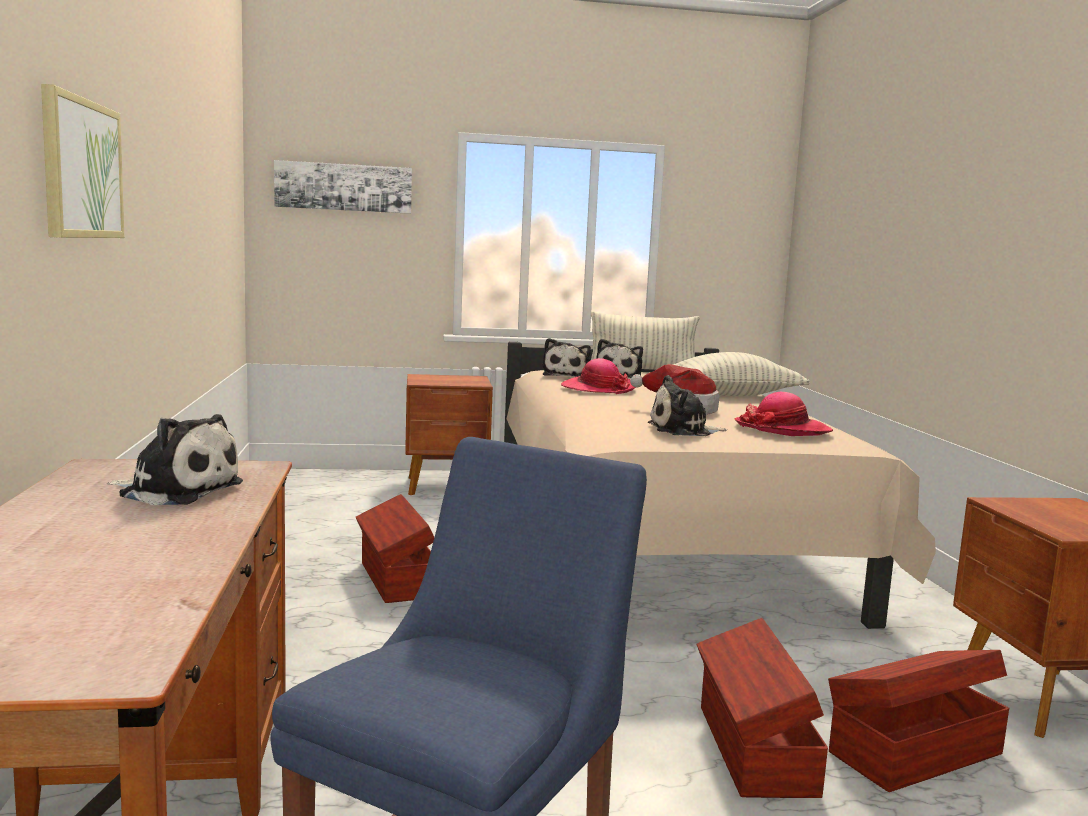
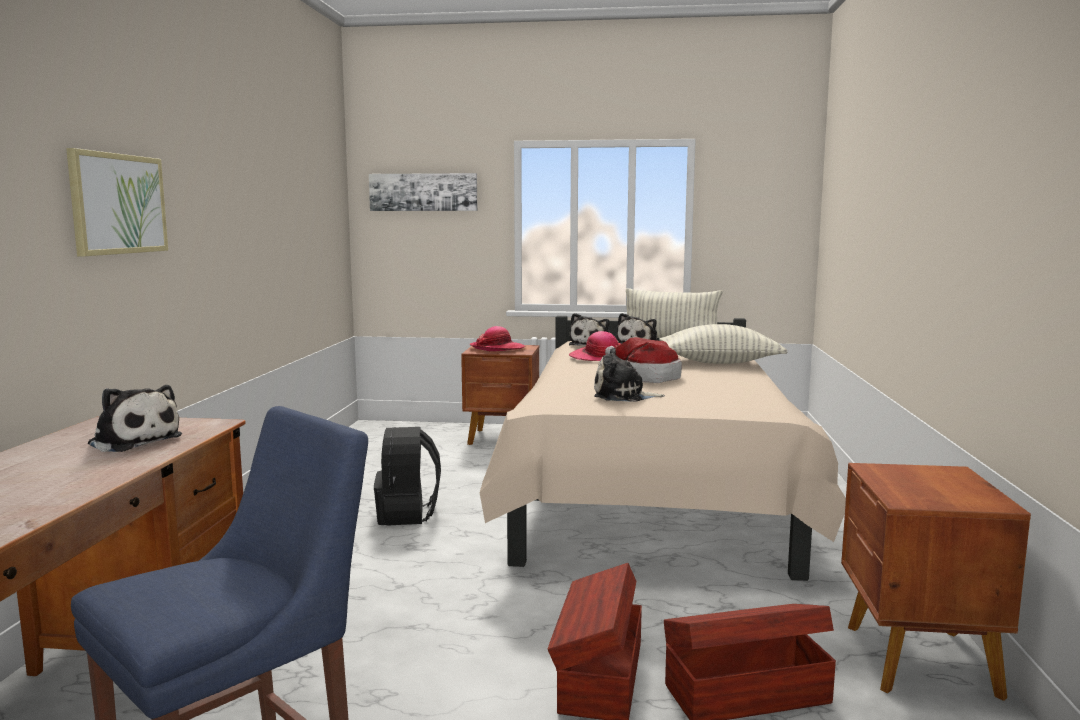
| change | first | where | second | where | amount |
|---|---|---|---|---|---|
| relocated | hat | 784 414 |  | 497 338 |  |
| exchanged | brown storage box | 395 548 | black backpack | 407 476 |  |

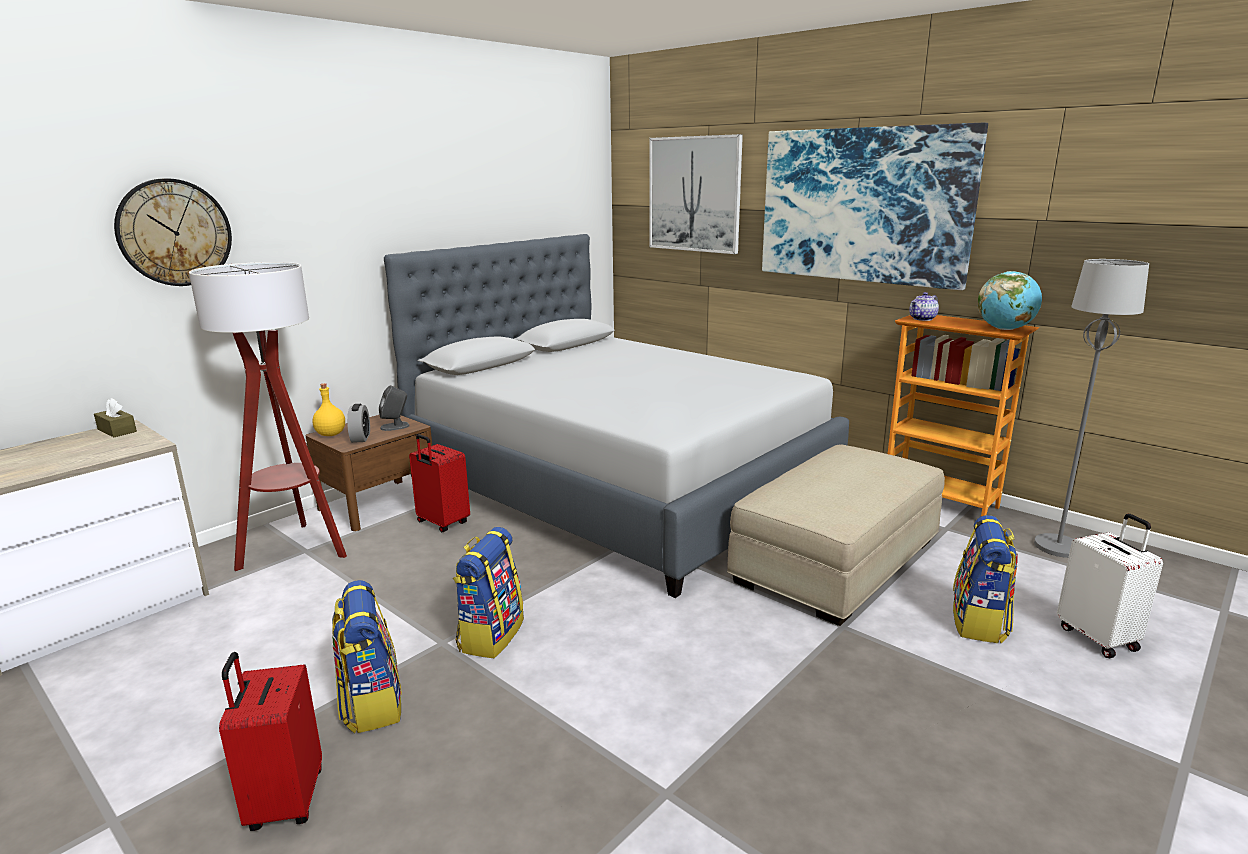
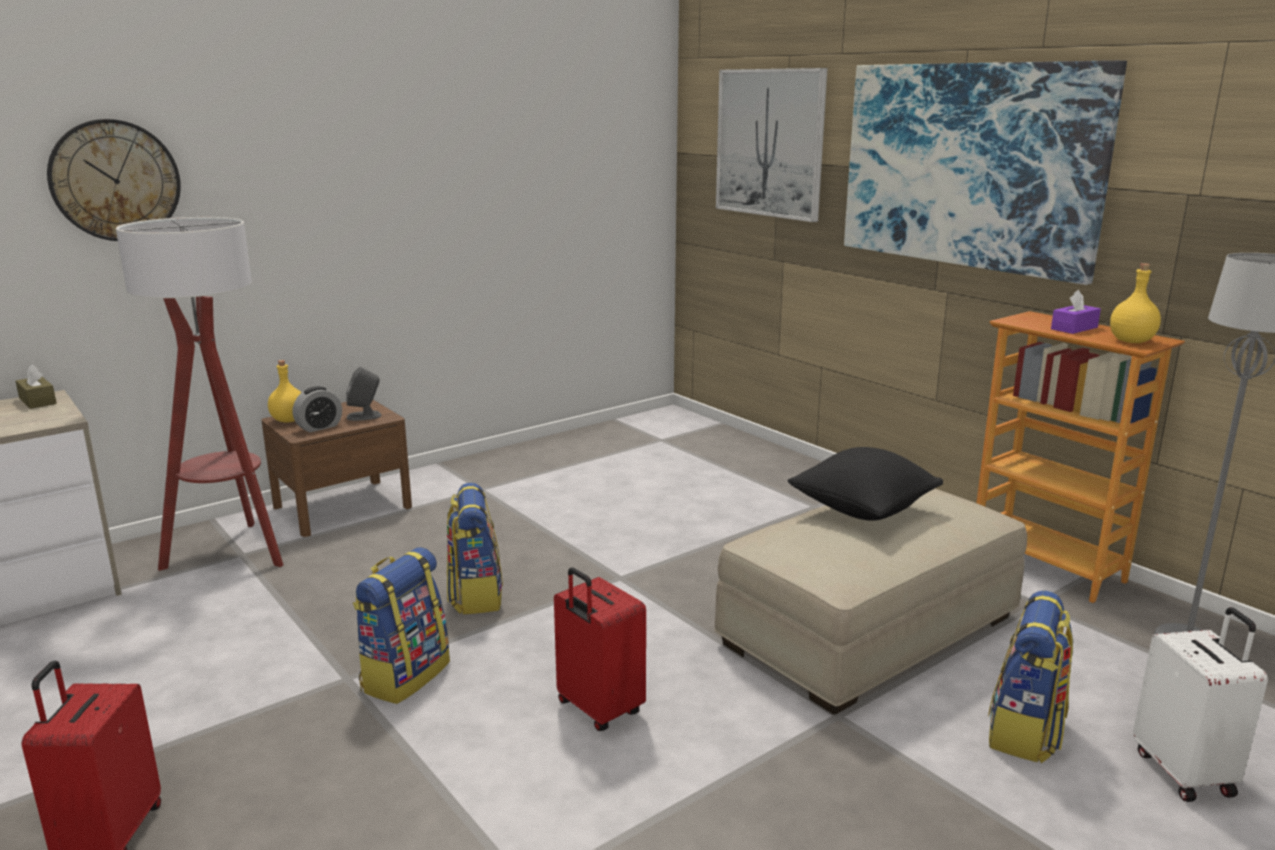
| change | first | where | second | where | amount |
|---|---|---|---|---|---|
| missing | grey bed | 616 416 |  |  |  |
| exchanged | globe | 1010 300 | yellow bottle | 1135 303 |  |
| missing | teapot | 924 306 |  |  |  |
| spun | alarm clock | 358 423 |  | 317 409 | 45 degrees clockwise |
| relocated | red suitcase | 439 483 |  | 600 649 |  |
| relocated | backpack | 367 657 |  | 475 548 |  |
| appeared |  |  | purple tissue box | 1076 312 |  |
| appeared |  |  | black pillow | 865 484 |  |

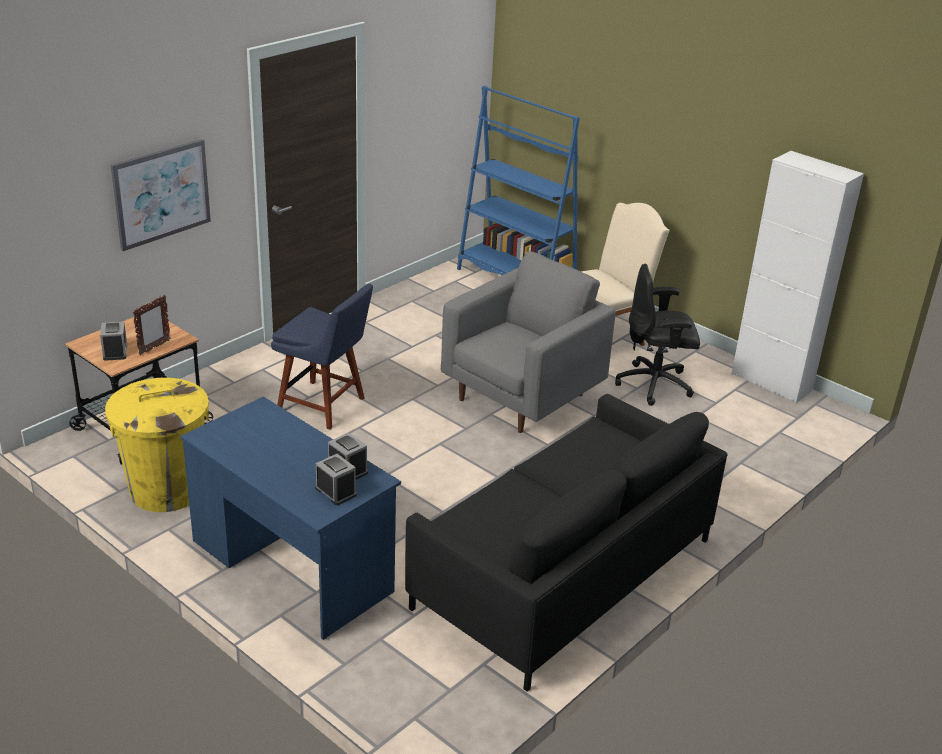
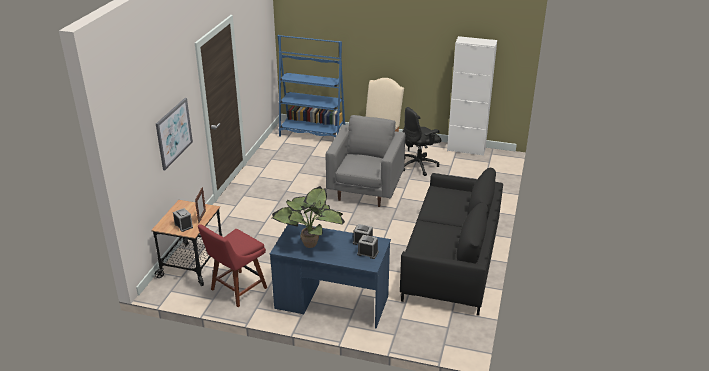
| change | first | where | second | where | amount |
|---|---|---|---|---|---|
| missing | blue chair | 322 357 |  |  |  |
| exchanged | yellow trash can | 157 445 | red chair | 232 265 |  |
| appeared |  |  | potted plant | 308 217 |  |

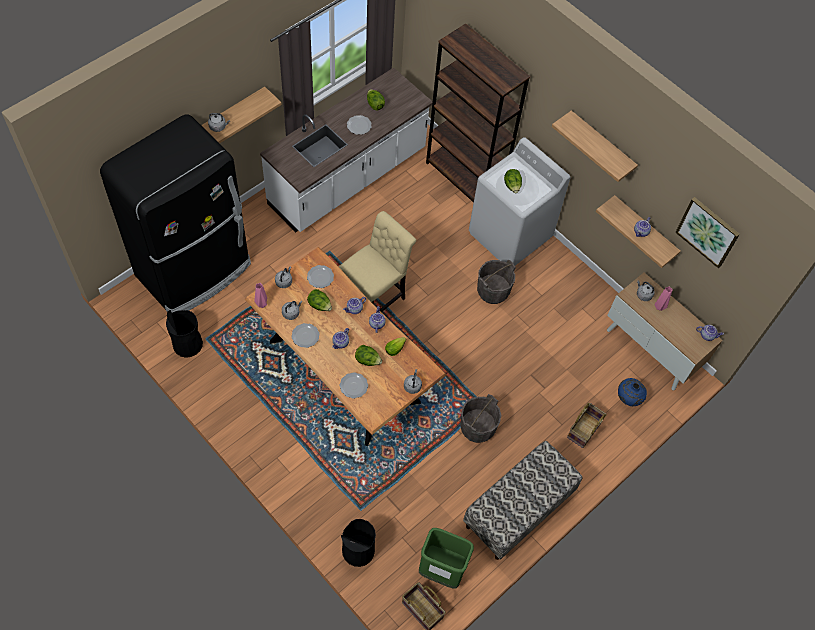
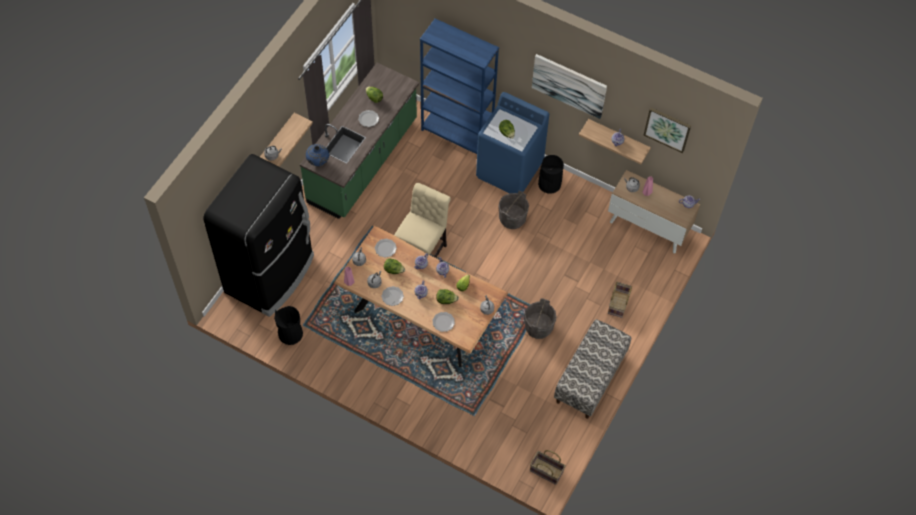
| change | first | where | second | where | amount |
|---|---|---|---|---|---|
| colour | brown bookcase | 478 113 | blue bookcase | 459 86 |  |
| colour | white counter | 346 150 | green counter | 359 141 |  |
| exchanged | shelf | 595 146 | picture | 569 86 |  |
| colour | white washing machine | 519 201 | blue washing machine | 512 142 |  |
| relocated | blue vase | 632 392 |  | 317 155 |  |
| relocated | black trash can | 358 543 |  | 551 174 |  |
| missing | green trash can | 446 558 |  |  |  |

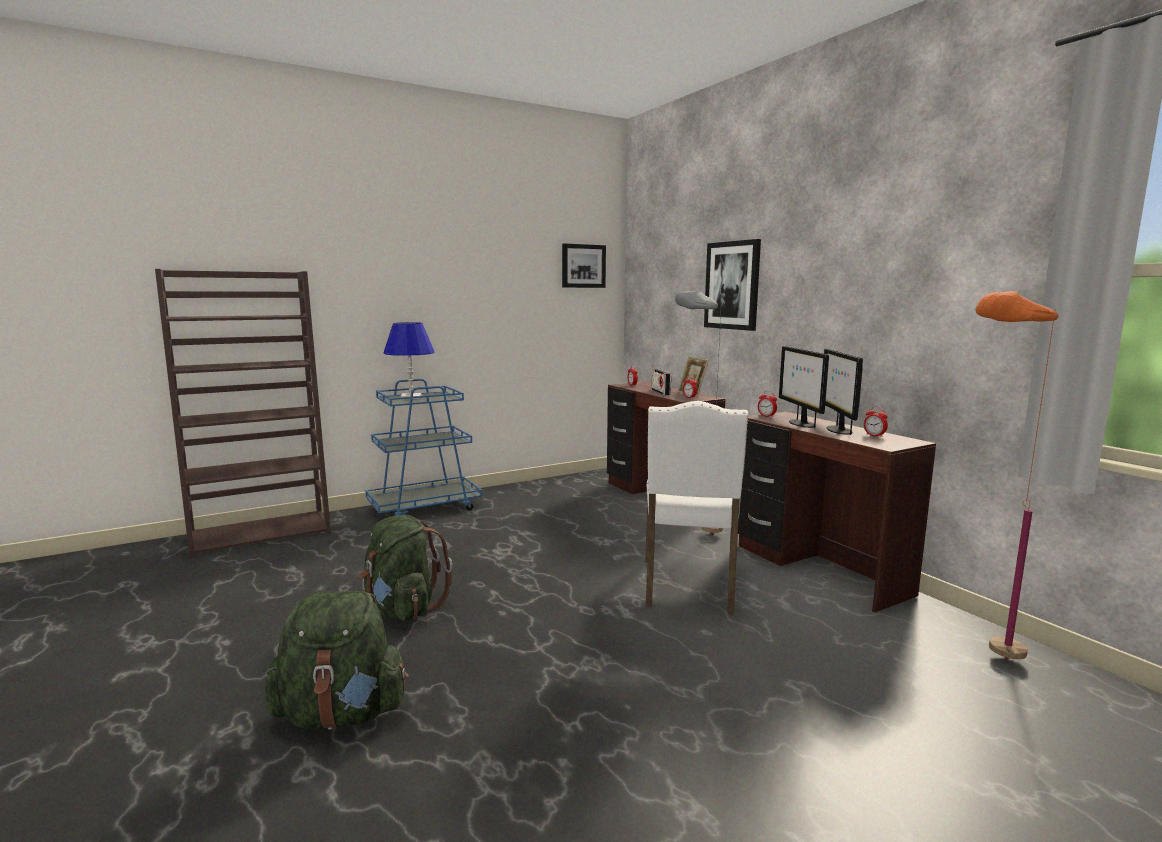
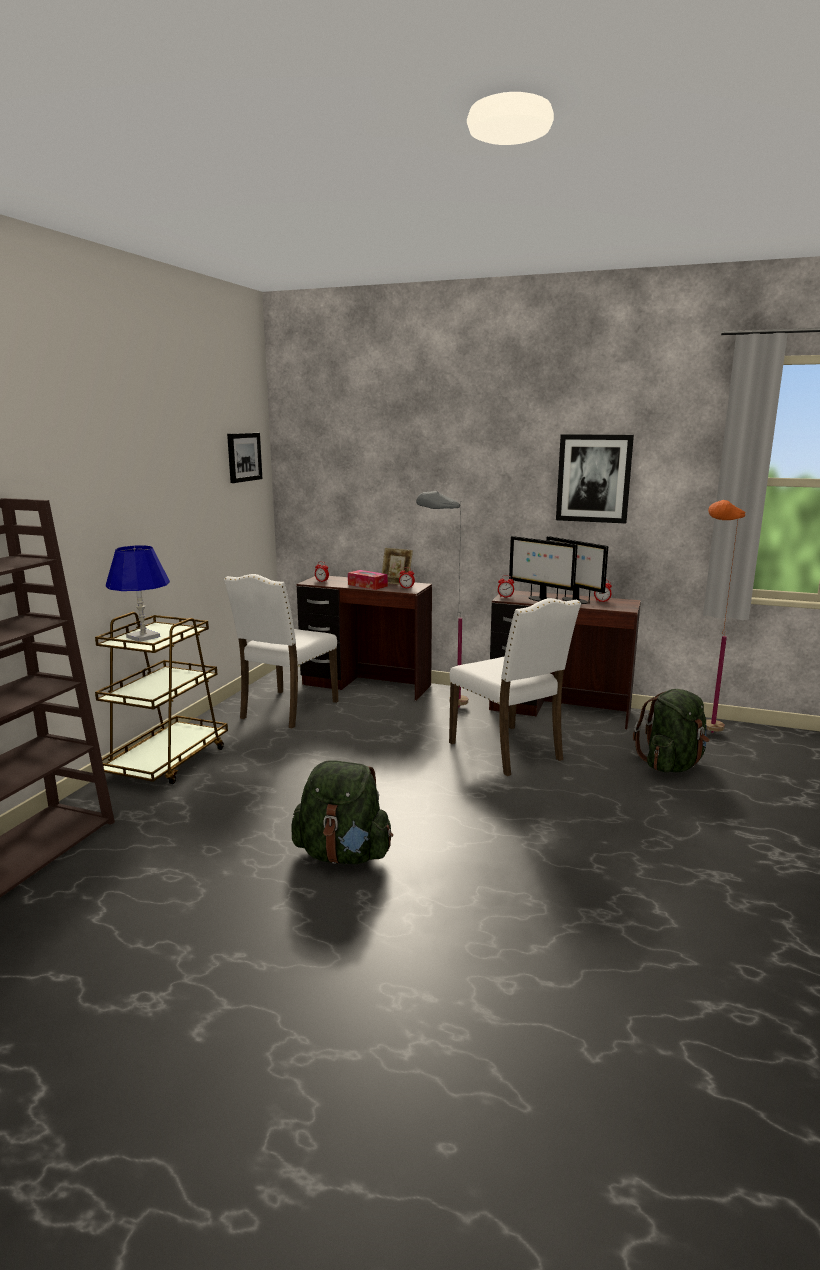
| change | first | where | second | where | amount |
|---|---|---|---|---|---|
| relocated | picture | 732 285 |  | 595 478 |  |
| exchanged | radio | 661 382 | tissue box | 368 580 |  |
| colour | blue cart | 423 447 | brown cart | 161 698 |  |
| relocated | green backpack | 337 660 |  | 671 730 |  |
| appeared |  |  | white chair | 281 651 |  |

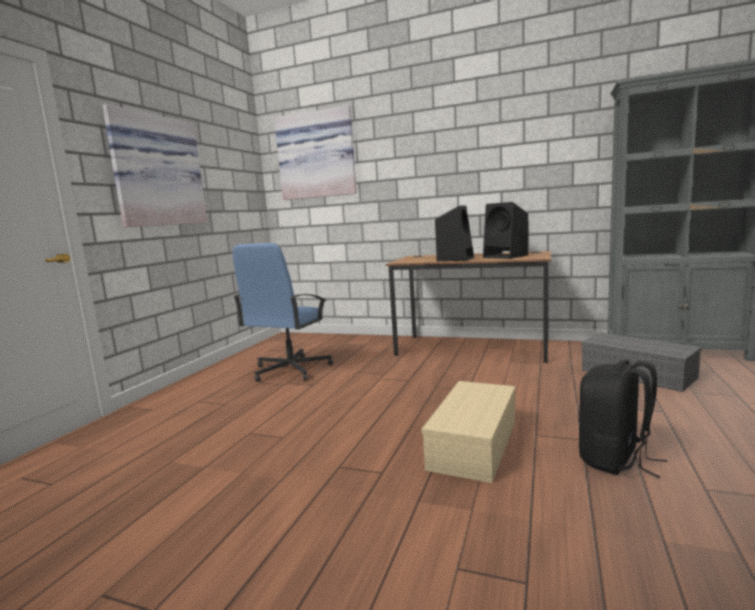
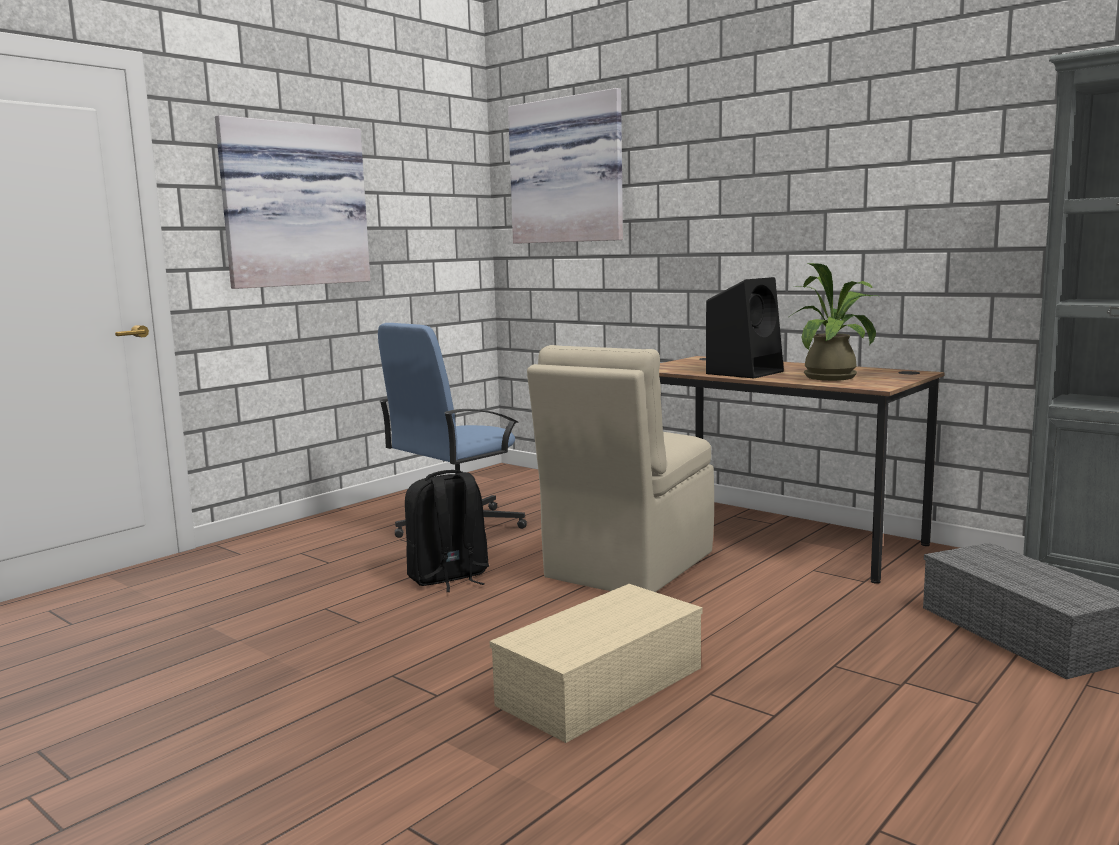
| change | first | where | second | where | amount |
|---|---|---|---|---|---|
| exchanged | black speaker | 505 230 | potted plant | 833 322 |  |
| relocated | black backpack | 623 419 |  | 447 531 |  |
| appeared |  |  | beige chair | 620 468 |  |

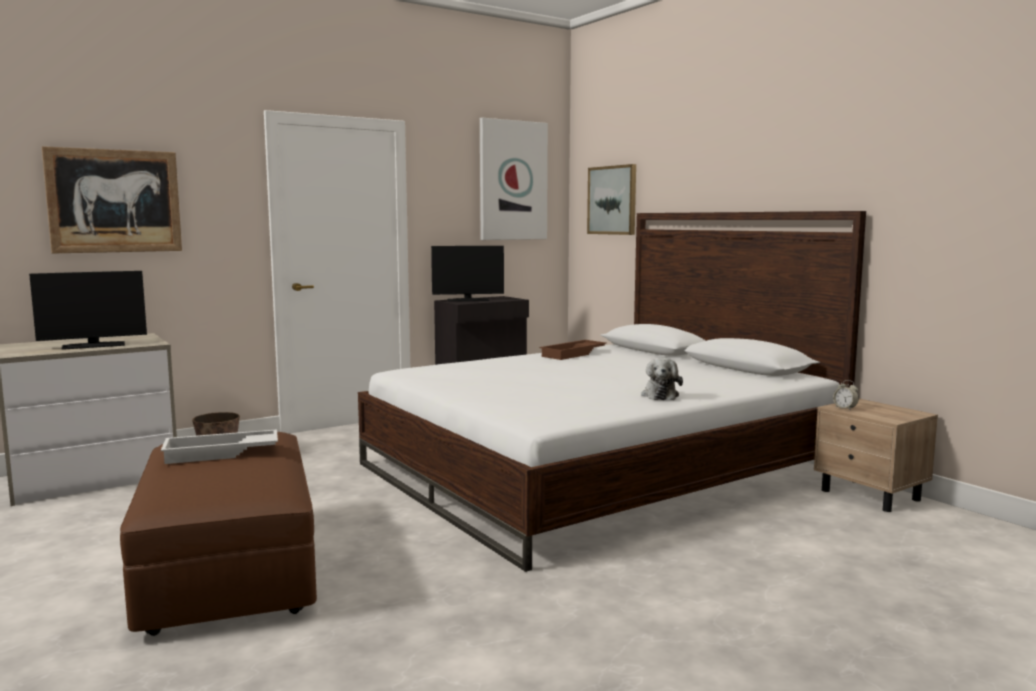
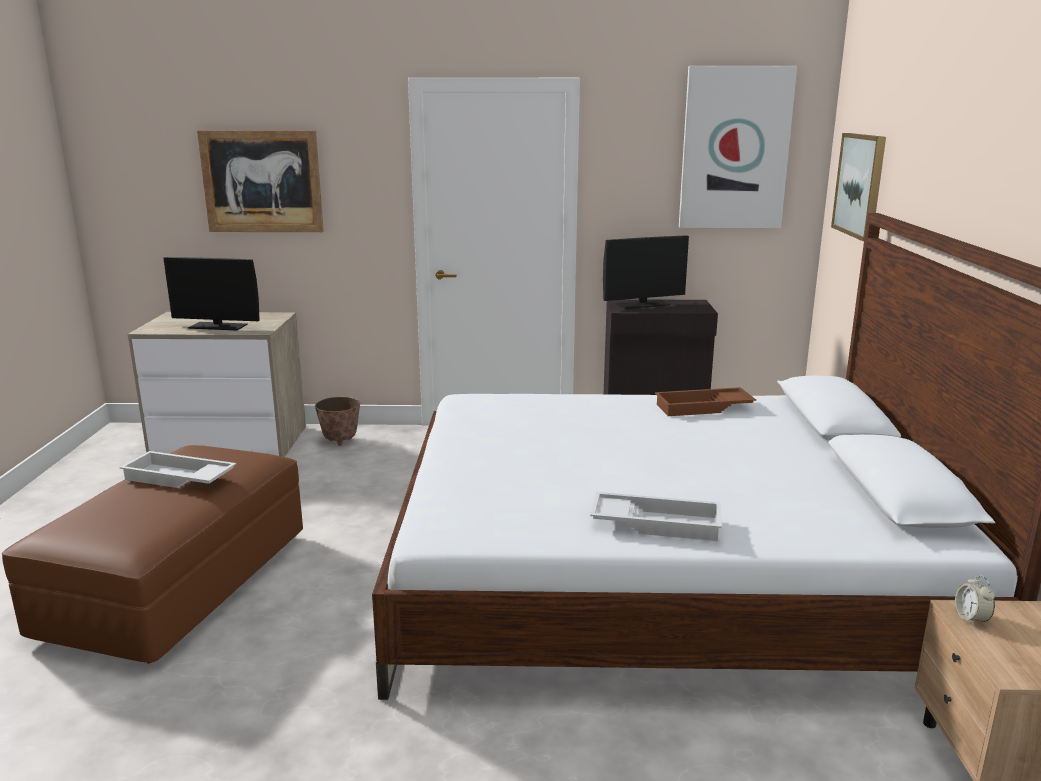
| change | first | where | second | where | amount |
|---|---|---|---|---|---|
| spun | monitor | 467 274 |  | 646 272 | 45 degrees counterclockwise |
| exchanged | plush toy | 662 379 | white tray | 656 516 |  |

